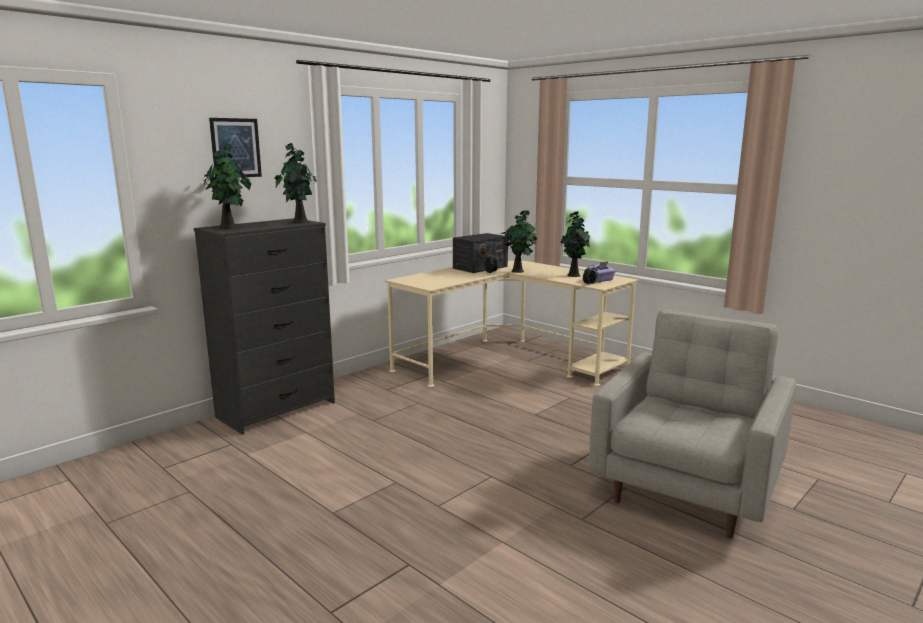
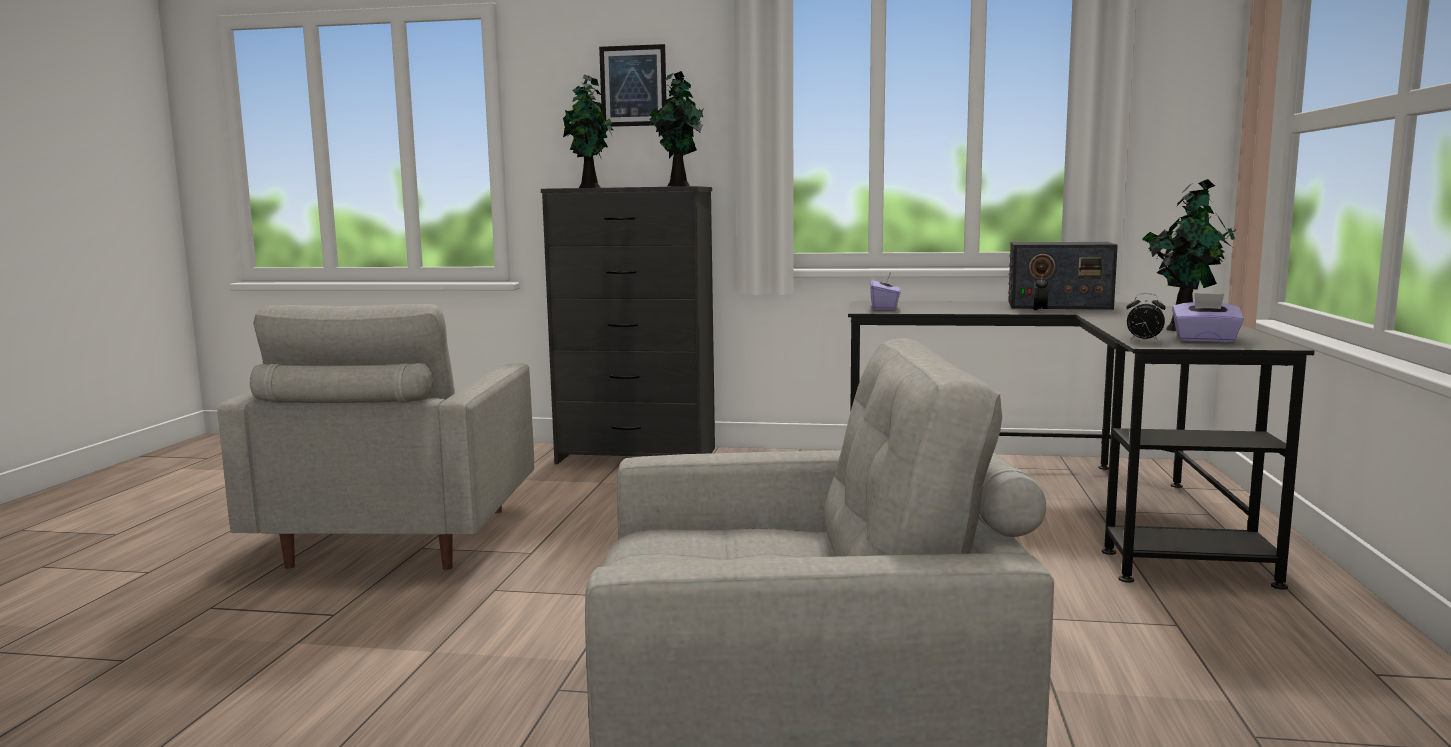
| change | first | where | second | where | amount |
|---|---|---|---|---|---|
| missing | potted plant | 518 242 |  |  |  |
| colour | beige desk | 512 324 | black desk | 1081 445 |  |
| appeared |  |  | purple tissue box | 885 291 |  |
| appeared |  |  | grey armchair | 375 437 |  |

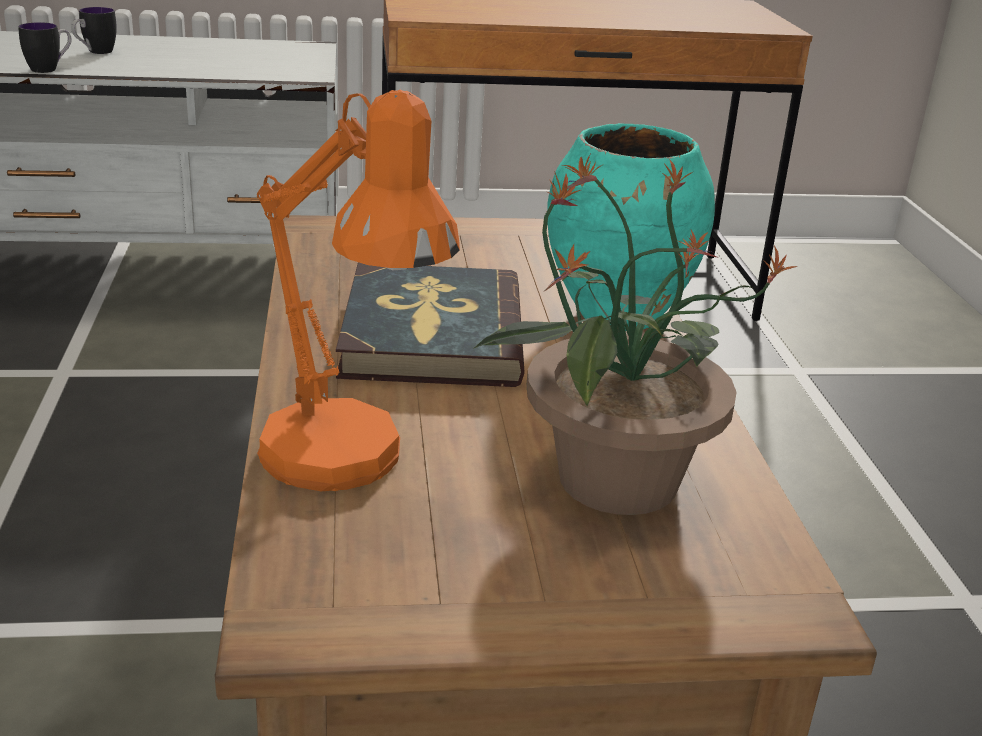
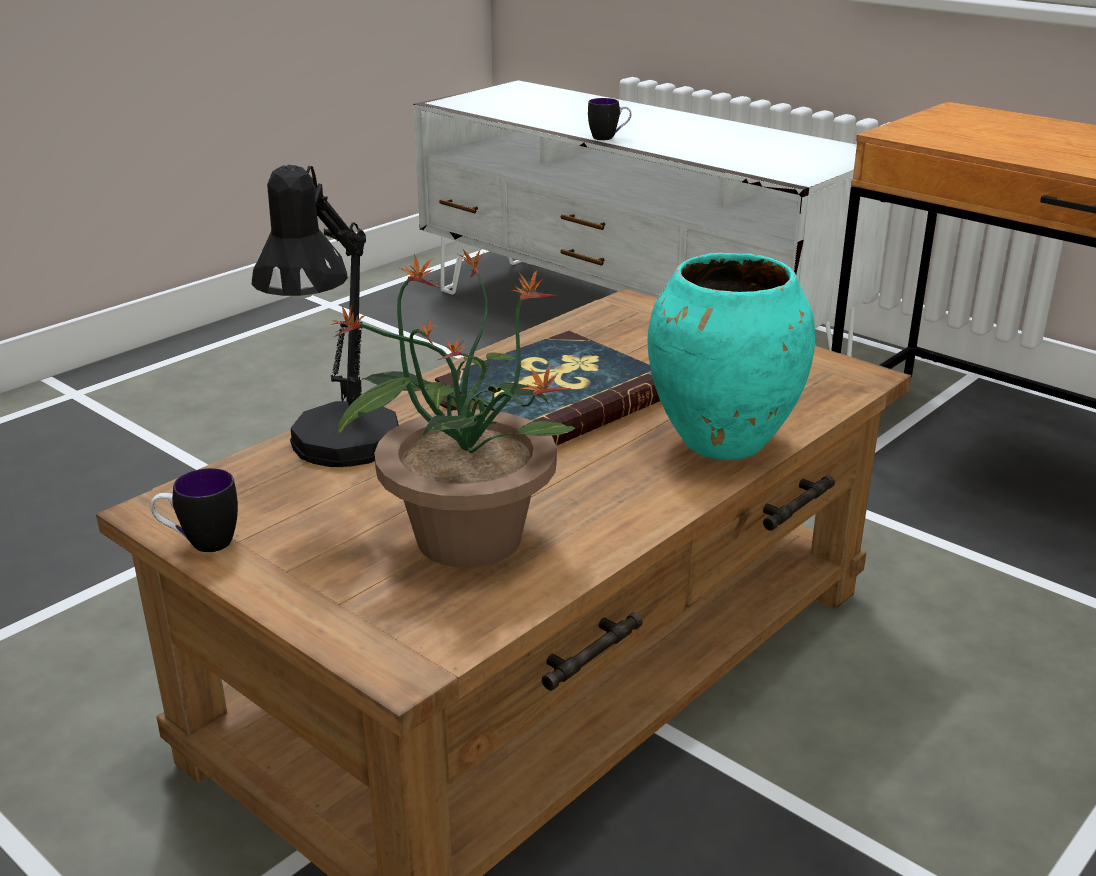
| change | first | where | second | where | amount |
|---|---|---|---|---|---|
| relocated | mug | 94 30 |  | 194 510 |  |
| colour | orange table lamp | 358 290 | black table lamp | 325 316 |  |

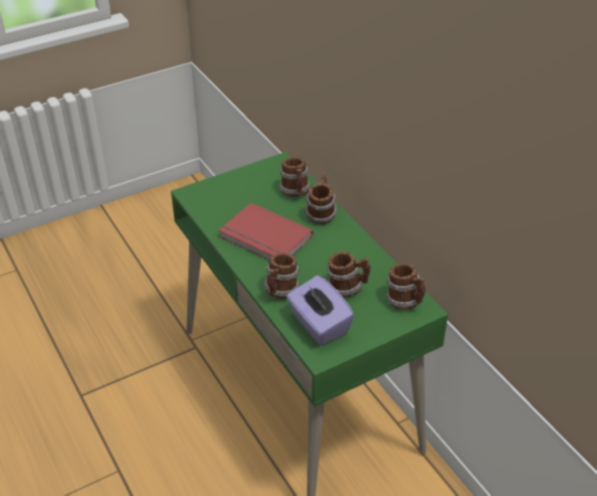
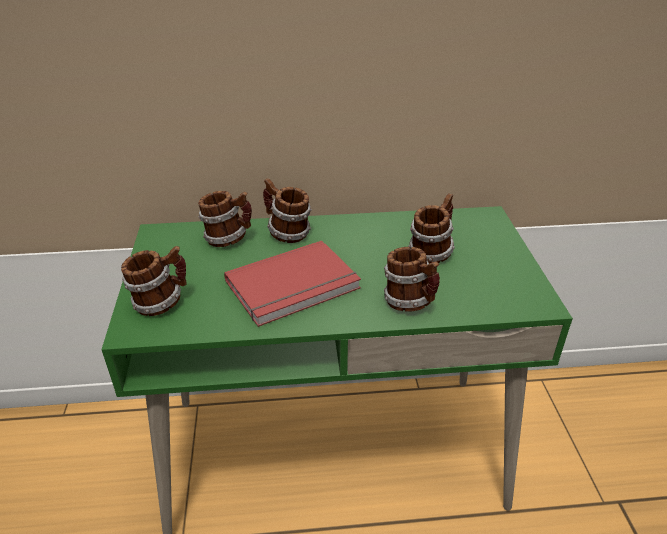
| change | first | where | second | where | amount |
|---|---|---|---|---|---|
| relocated | mug | 406 286 |  | 154 281 |  |
| missing | purple tissue box | 320 310 |  |  |  |

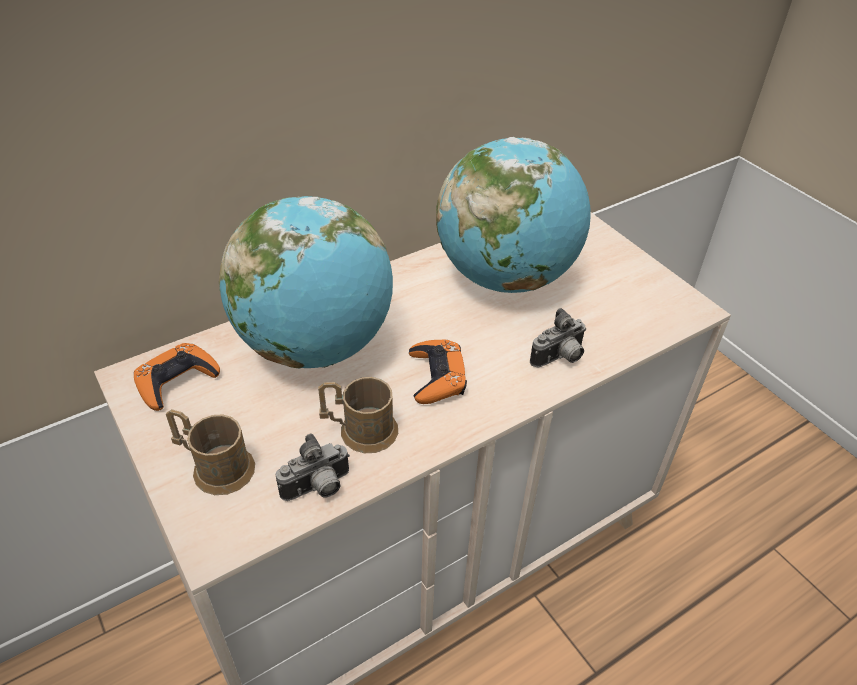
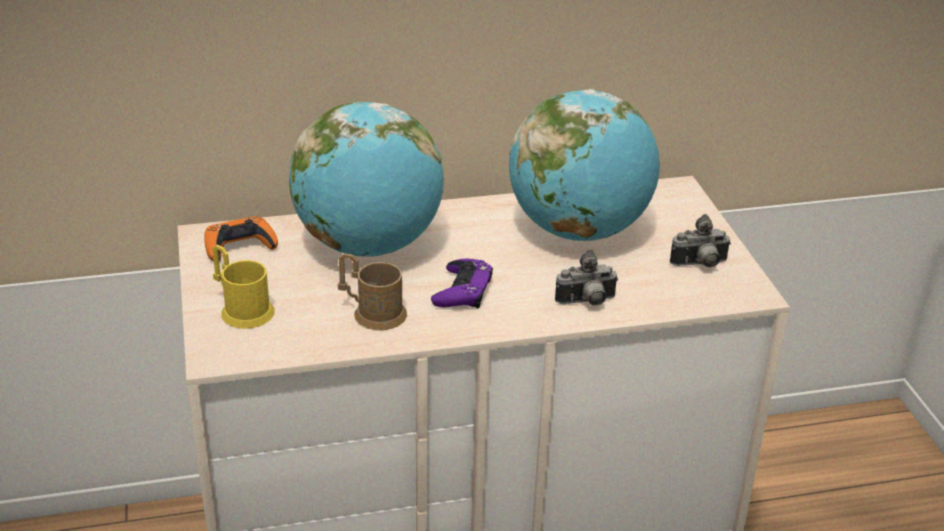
| change | first | where | second | where | amount |
|---|---|---|---|---|---|
| colour | orange game controller | 438 372 | purple game controller | 462 283 |  |
| colour | brown mug | 210 452 | yellow mug | 243 286 |  |
| relocated | photo camera | 313 467 |  | 700 241 |  |

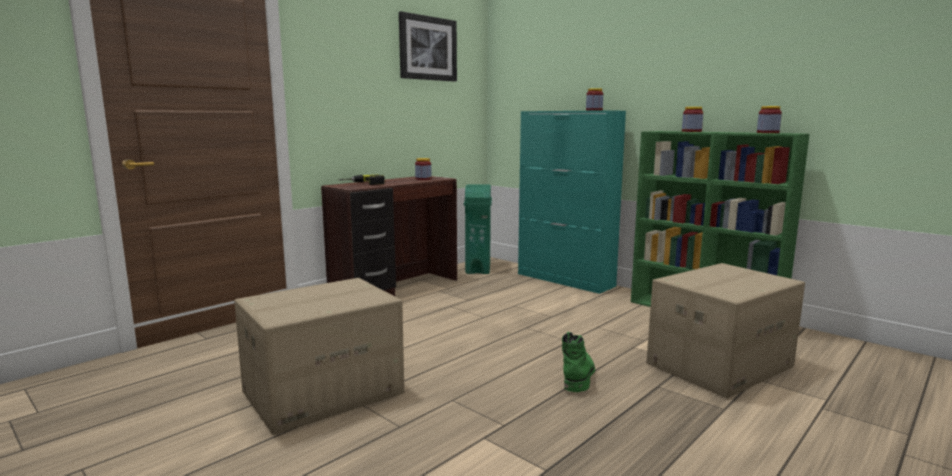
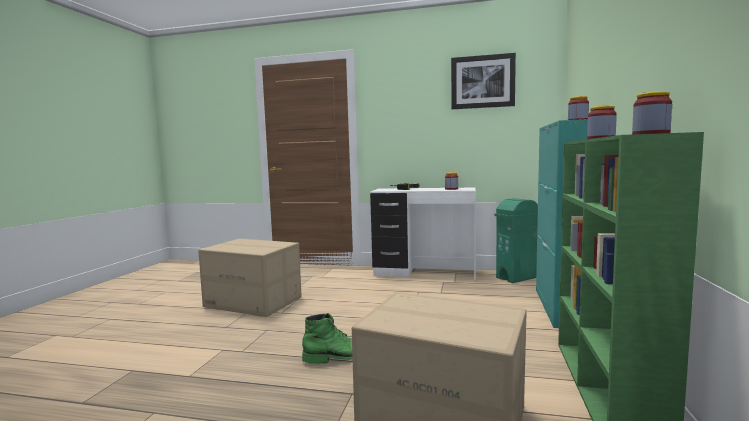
| change | first | where | second | where | amount |
|---|---|---|---|---|---|
| colour | brown desk | 389 236 | white desk | 423 234 |  |

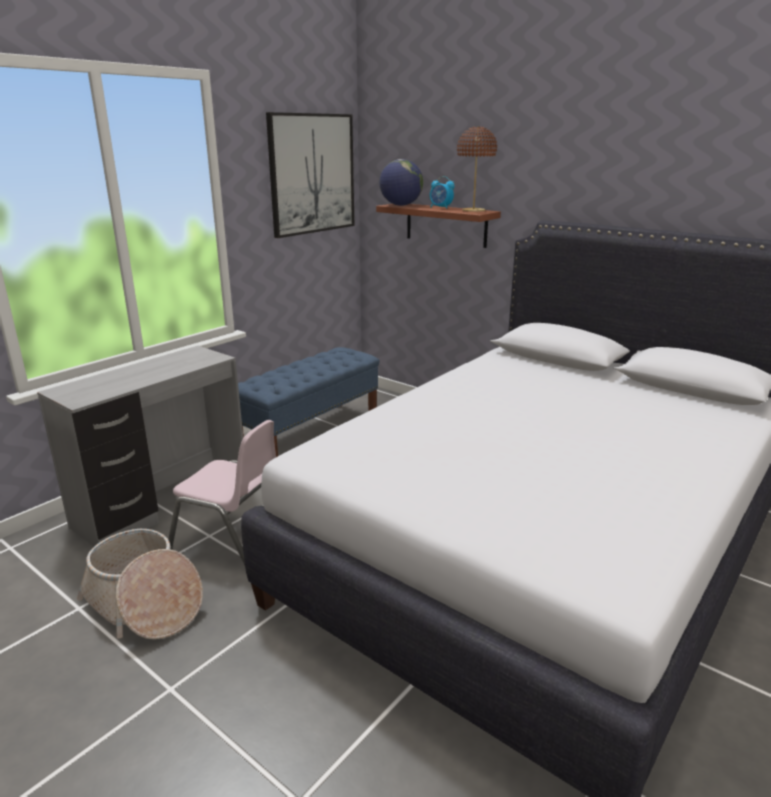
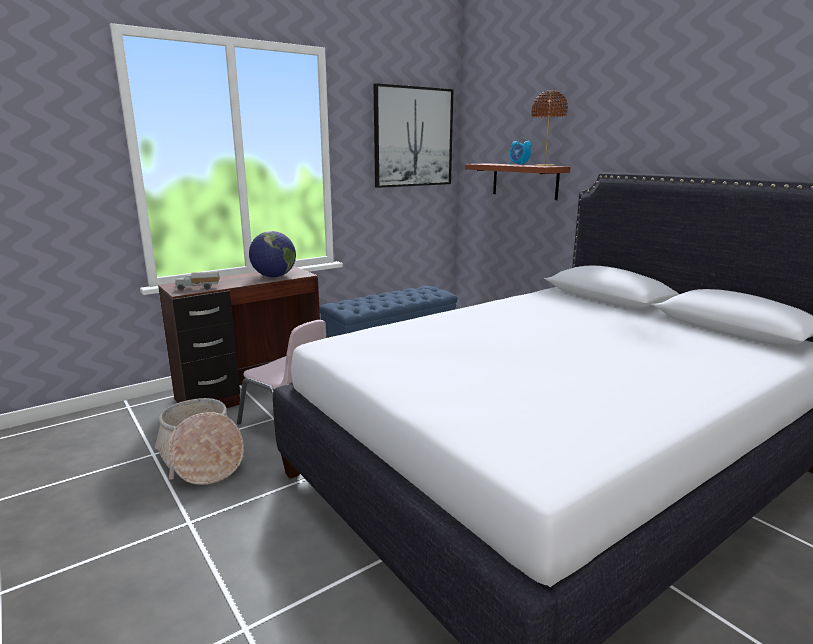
| change | first | where | second | where | amount |
|---|---|---|---|---|---|
| relocated | globe | 401 182 |  | 272 254 |  |
| colour | grey desk | 140 446 | brown desk | 239 337 |  |
| appeared |  |  | toy truck | 197 281 |  |

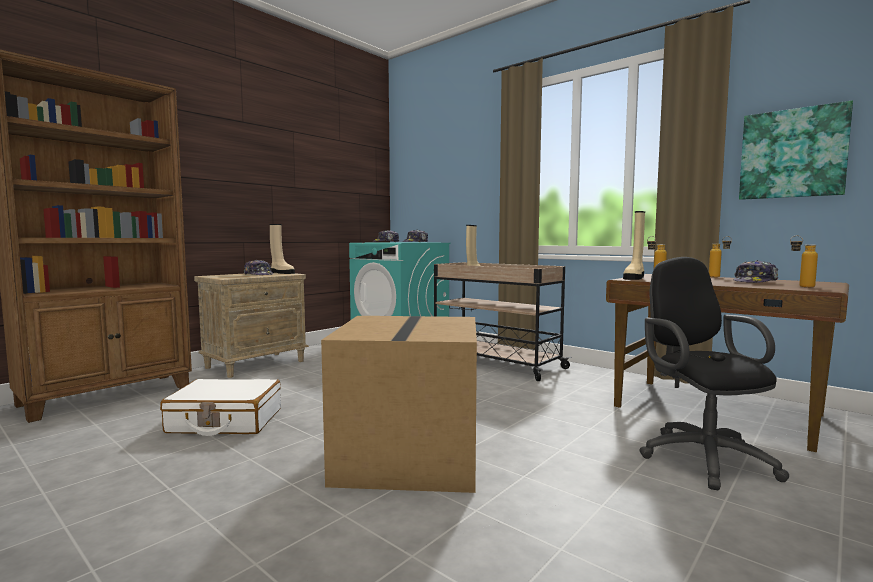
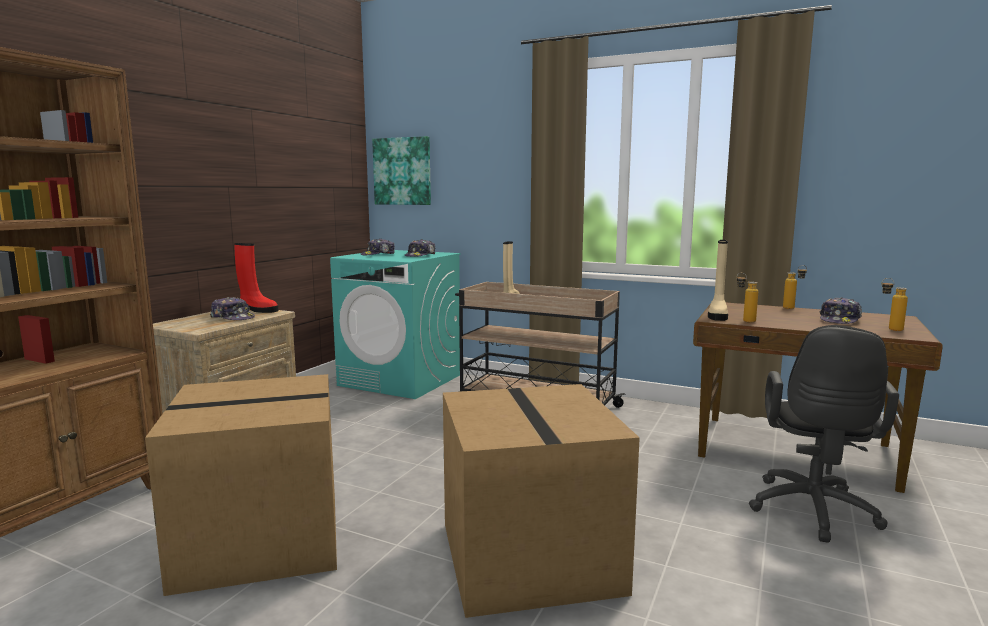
| change | first | where | second | where | amount |
|---|---|---|---|---|---|
| relocated | picture | 796 150 |  | 401 170 |  |
| colour | beige boot | 282 249 | red boot | 256 278 |  |
| spun | black office chair | 714 373 |  | 824 434 | 135 degrees counterclockwise |
| exchanged | white suitcase | 220 407 | cardboard box | 241 485 |  |

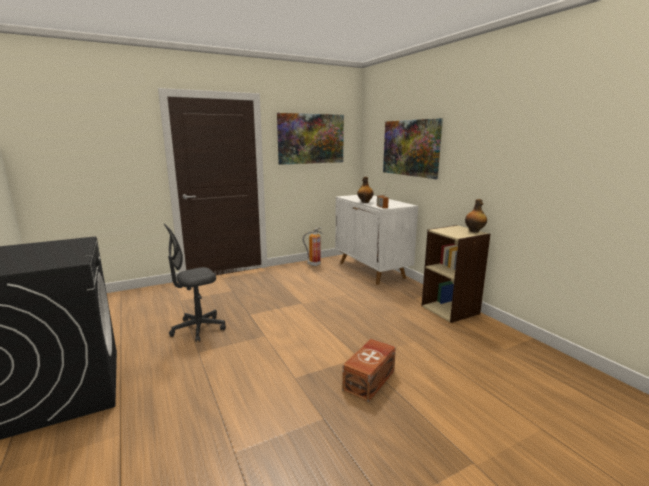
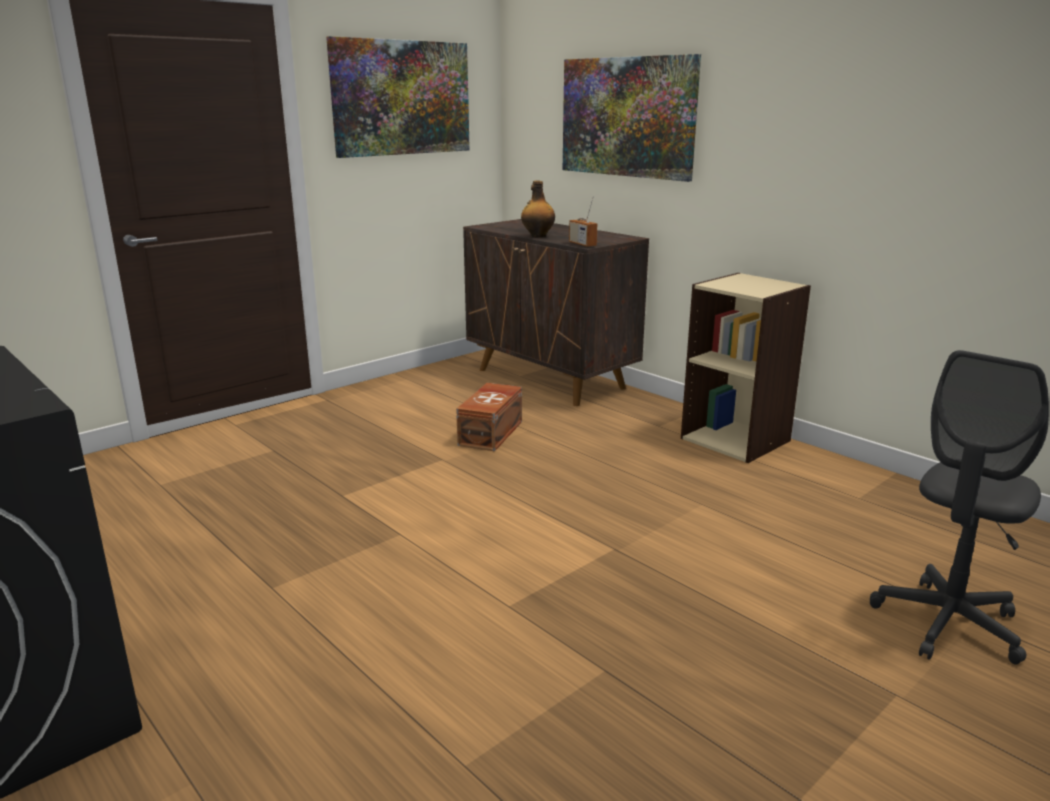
| change | first | where | second | where | amount |
|---|---|---|---|---|---|
| colour | white cabinet | 376 240 | brown cabinet | 556 312 |  |
| missing | bottle | 476 216 |  |  |  |
| relocated | grey office chair | 195 282 |  | 959 507 |  |
| missing | fire extinguisher | 312 246 |  |  |  |
| relocated | brown storage box | 369 370 |  | 489 417 |  |

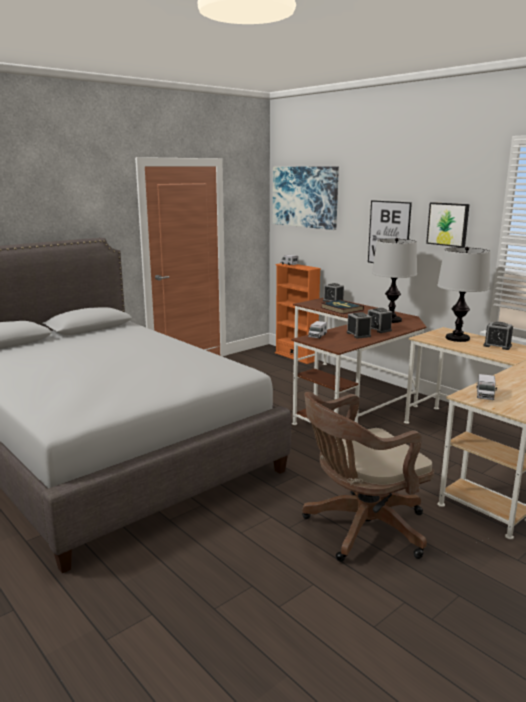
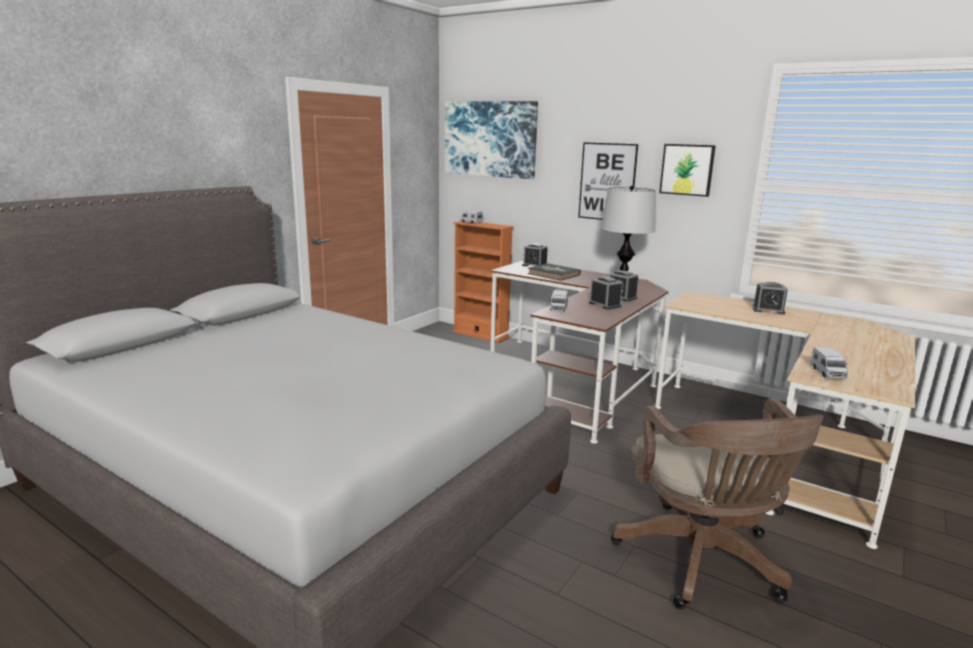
| change | first | where | second | where | amount |
|---|---|---|---|---|---|
| missing | table lamp | 463 294 |  |  |  |
| spun | brown office chair | 368 477 |  | 717 503 | 60 degrees counterclockwise |

